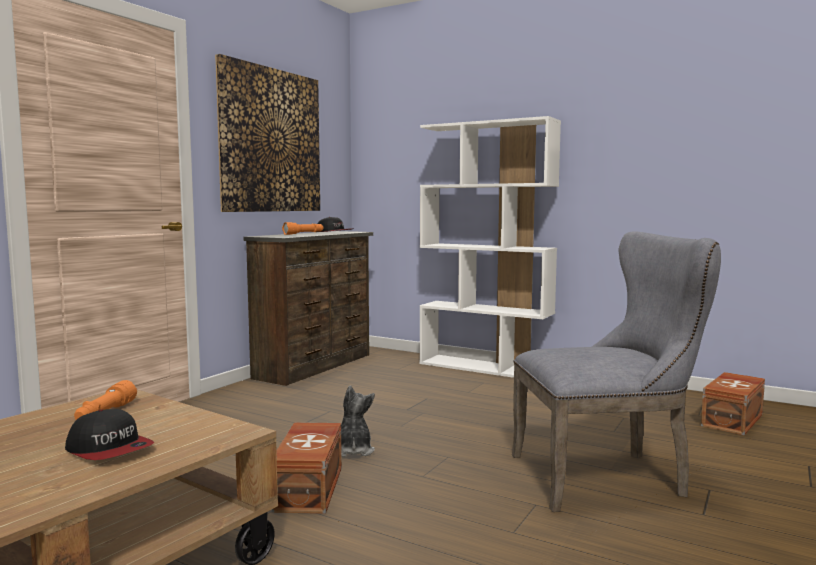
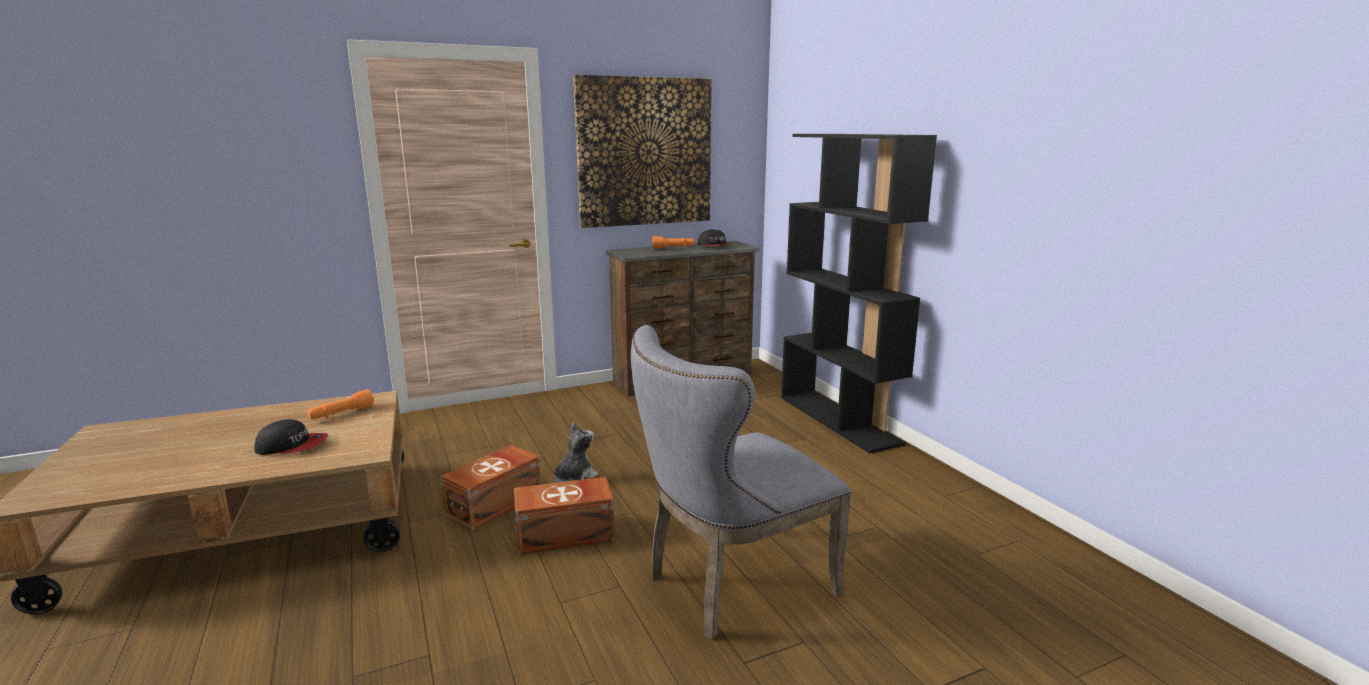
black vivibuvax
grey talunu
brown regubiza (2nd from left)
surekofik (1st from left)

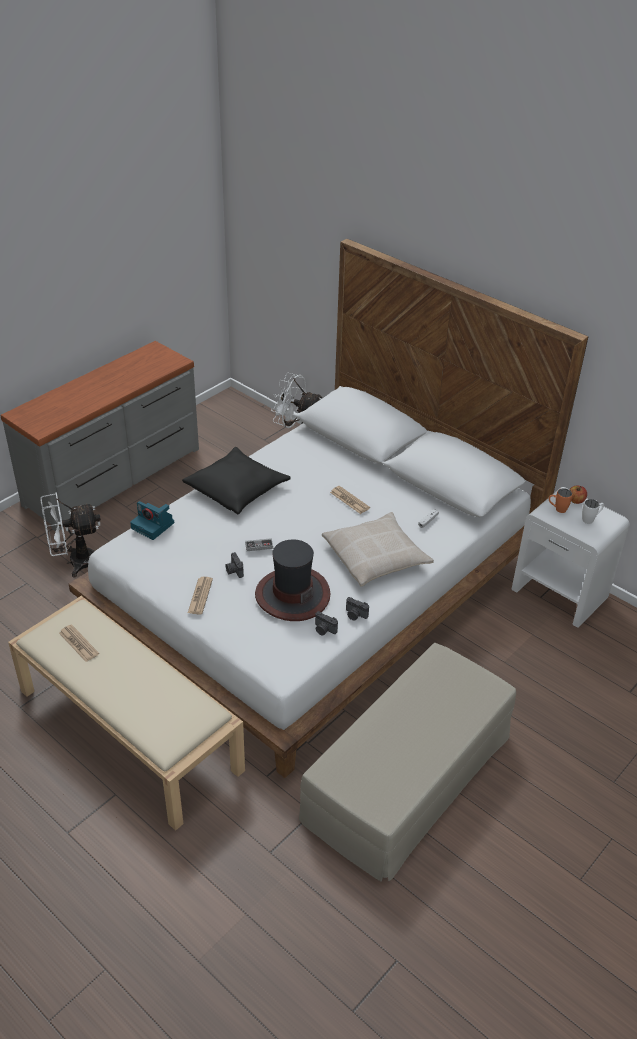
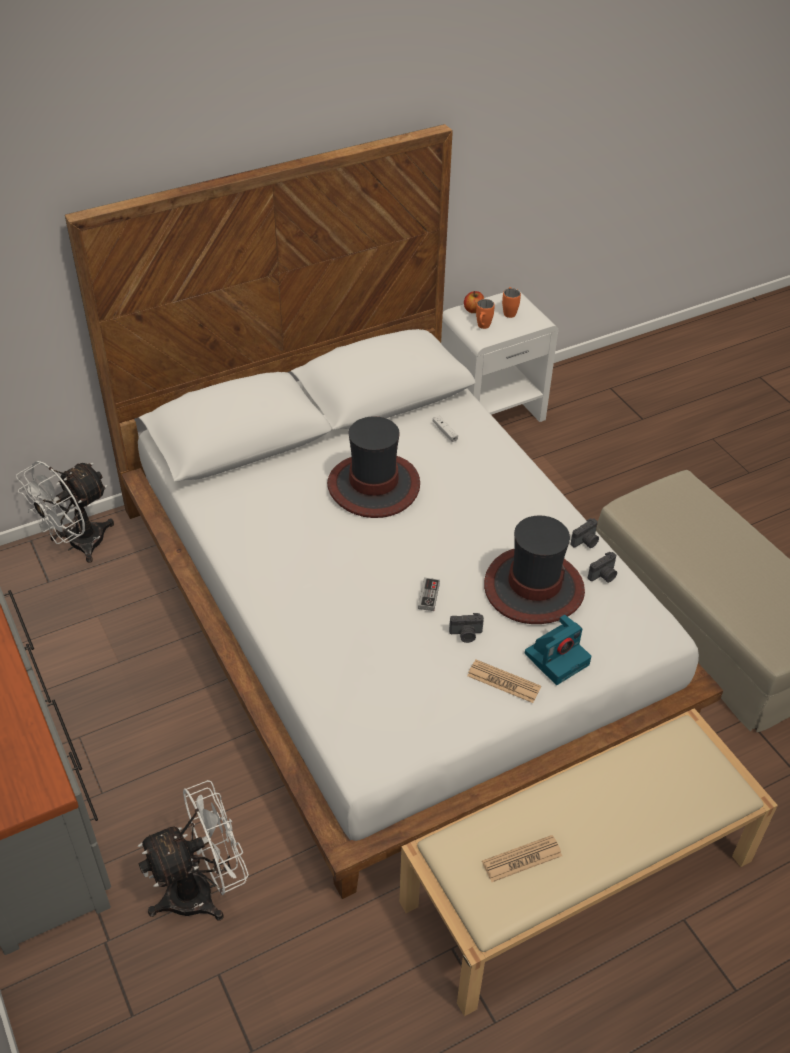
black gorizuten
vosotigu (1st from left)
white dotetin (2nd from left)
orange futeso (2nd from left)
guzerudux (2nd from left)
beige gorizuten

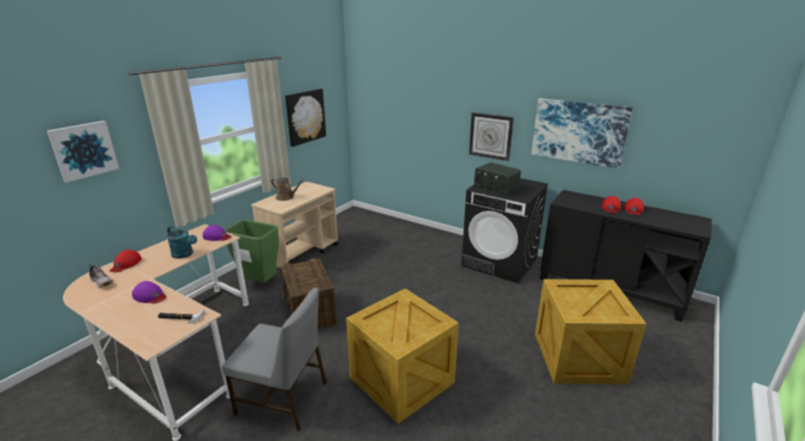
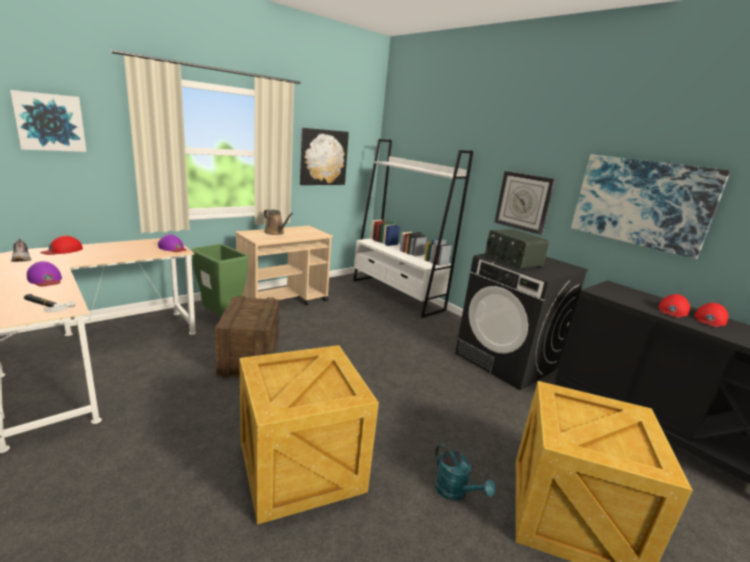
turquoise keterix
grey talunu
white vivibuvax

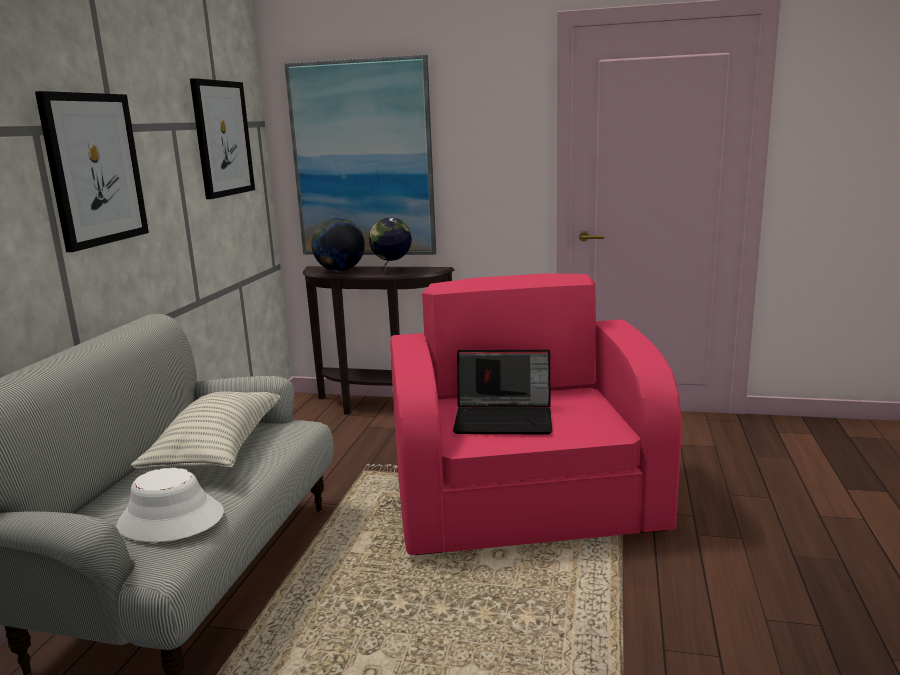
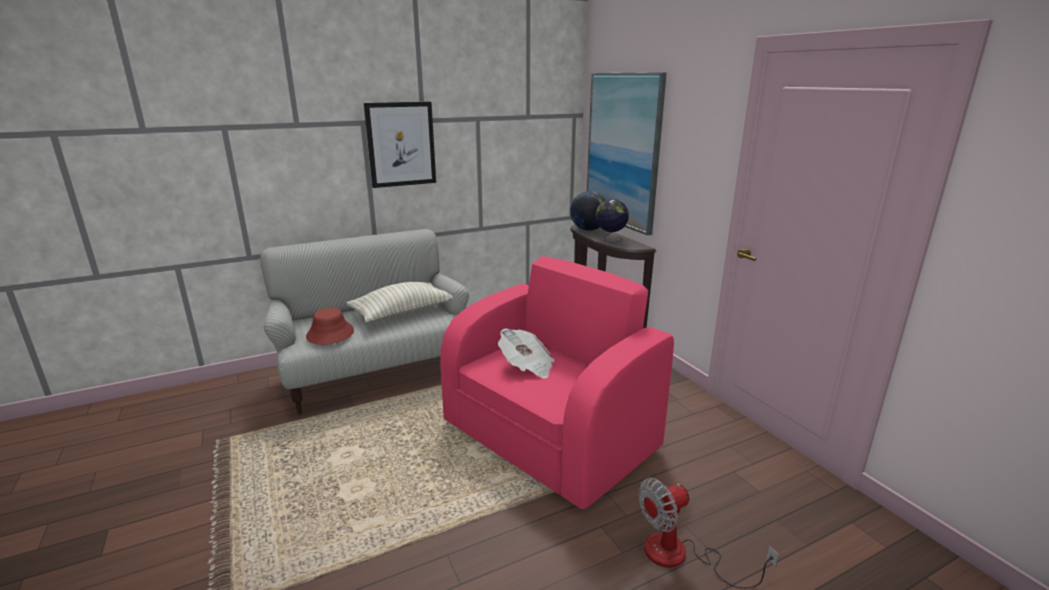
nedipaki (2nd from left in the first image)
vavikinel
red vosotigu
dotetin

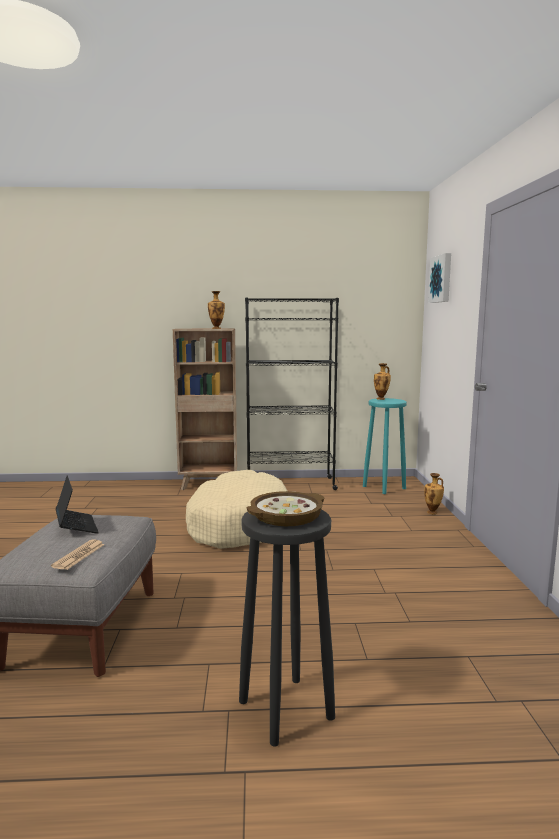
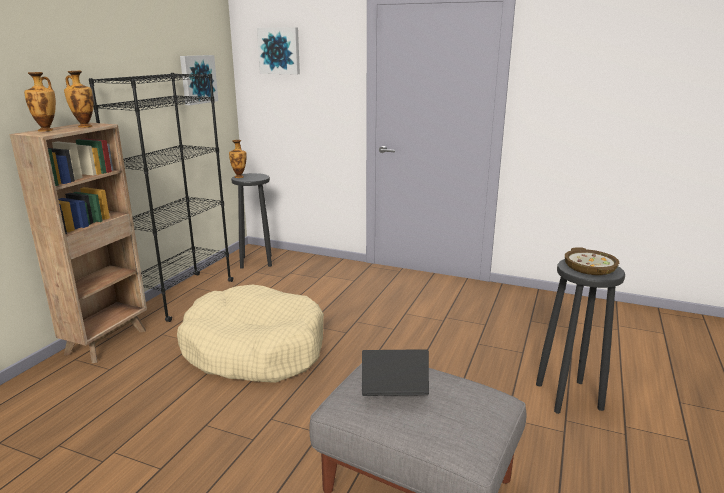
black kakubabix (1st from left)
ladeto (1st from left)
vavikinel
nedipaki (1st from left)

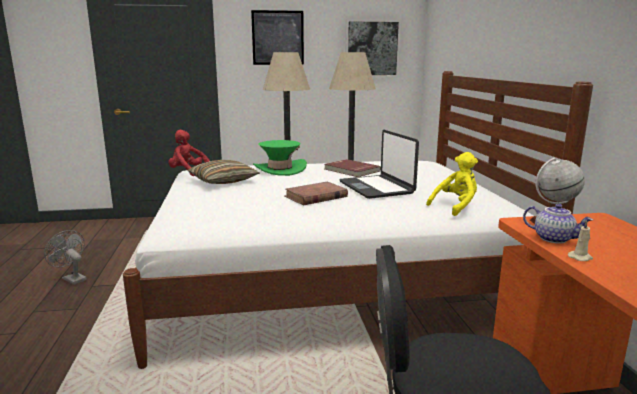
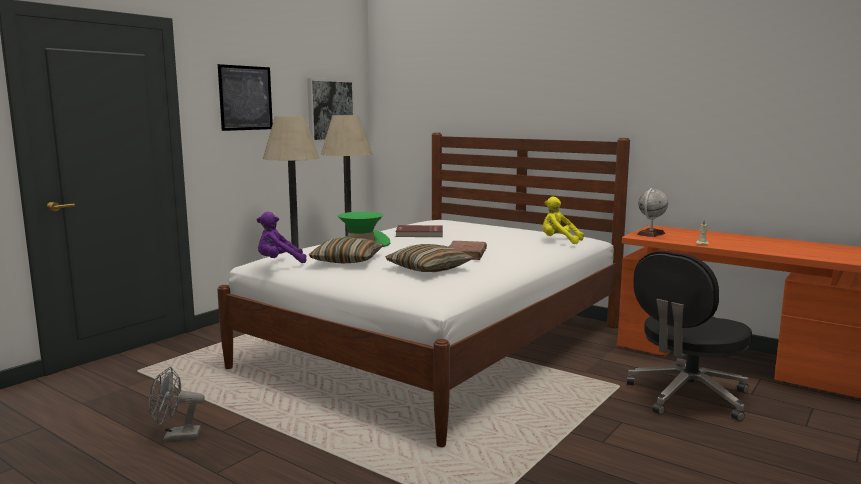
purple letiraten
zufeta
yellow letiraten
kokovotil
gorizuten (2nd from left)

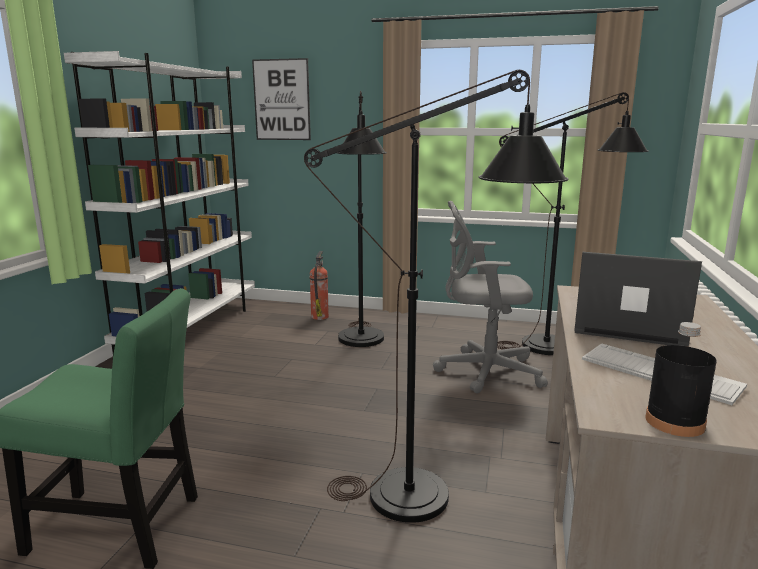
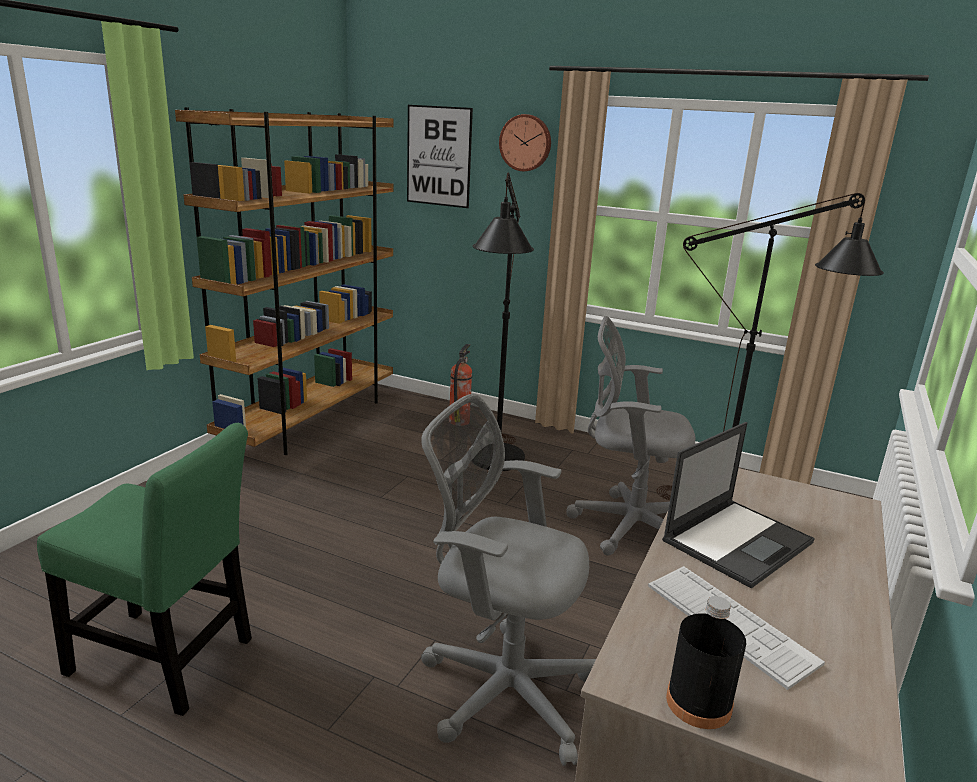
brown vivibuvax
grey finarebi (1st from left)
zufeta
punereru

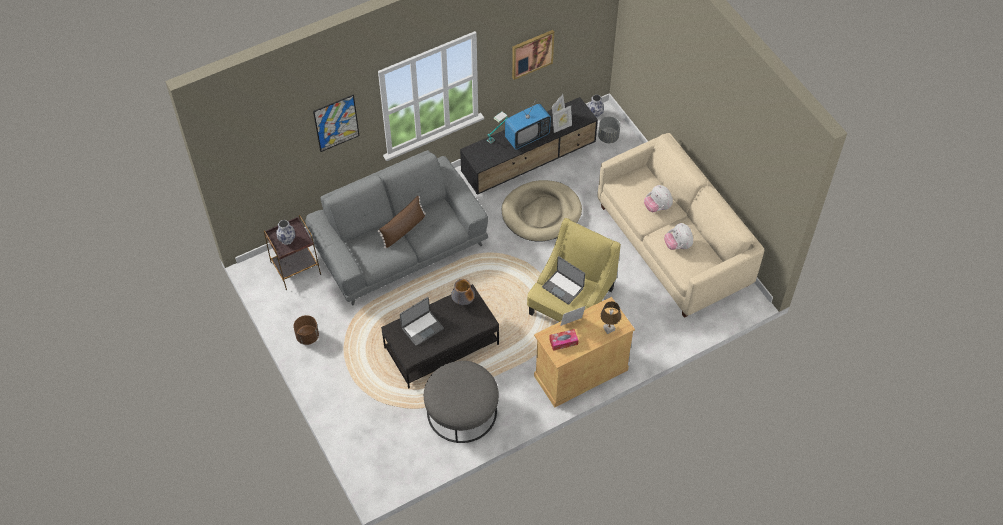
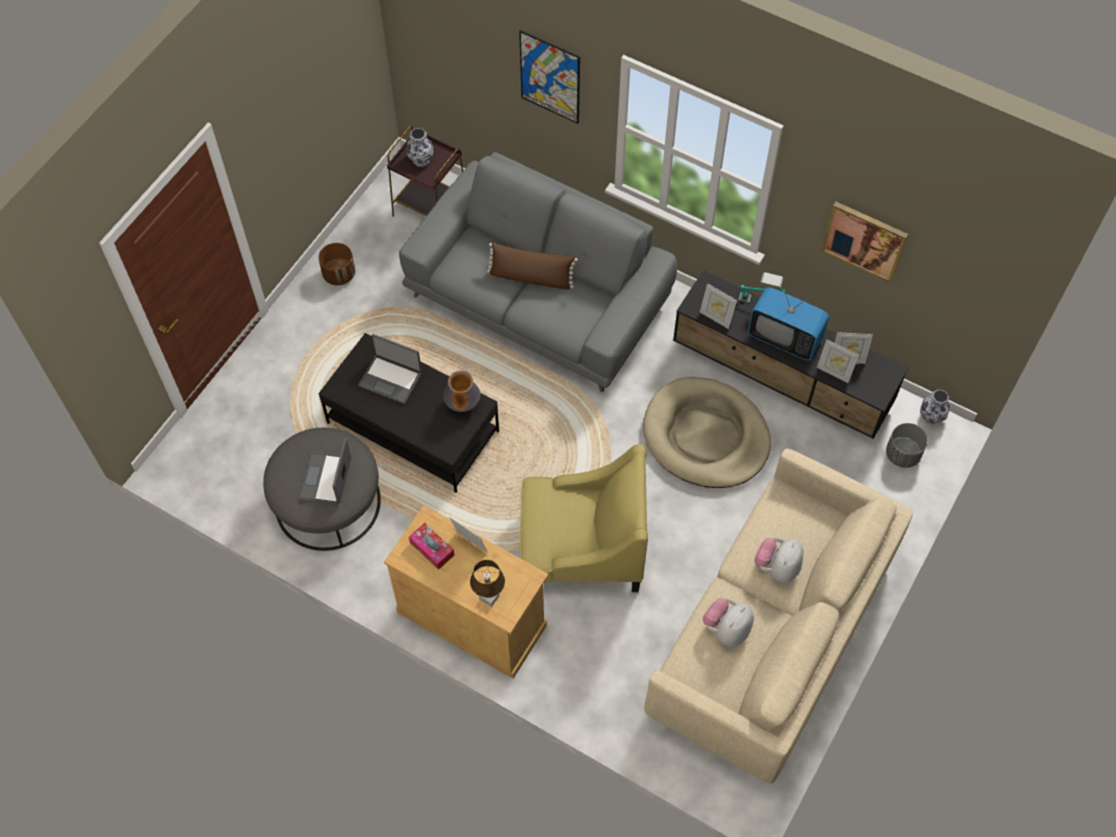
zufeta (1st from left)
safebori (2nd from left)

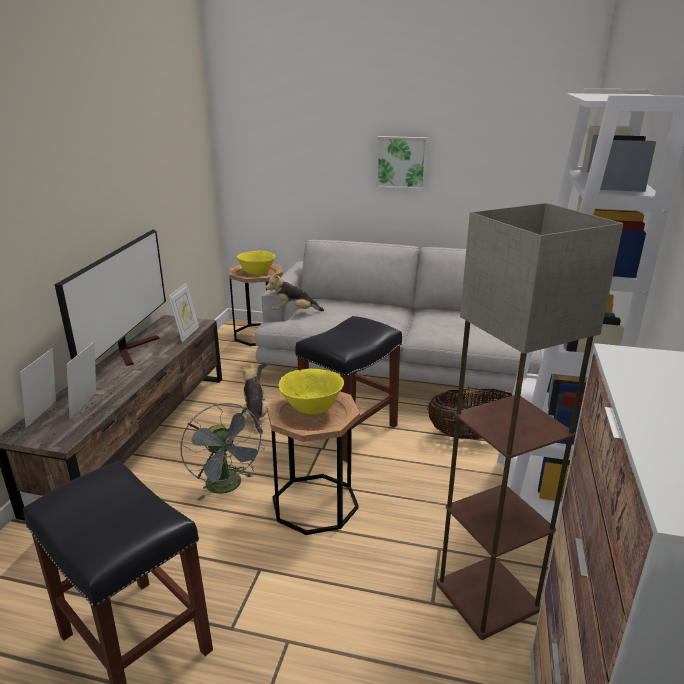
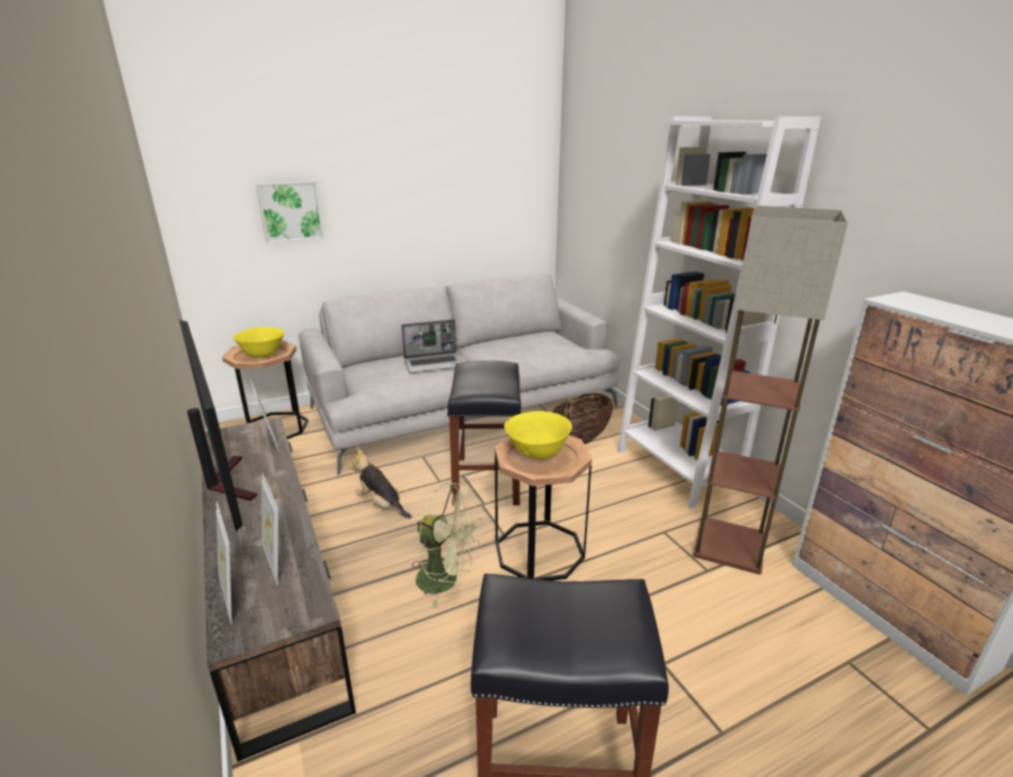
nedipaki
letiraten (2nd from left in the first image)
green dotetin
zufeta

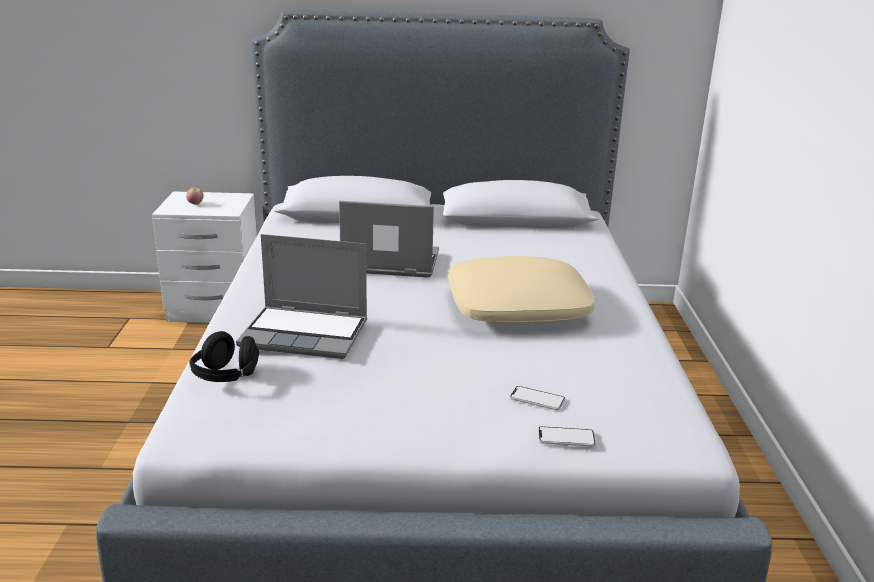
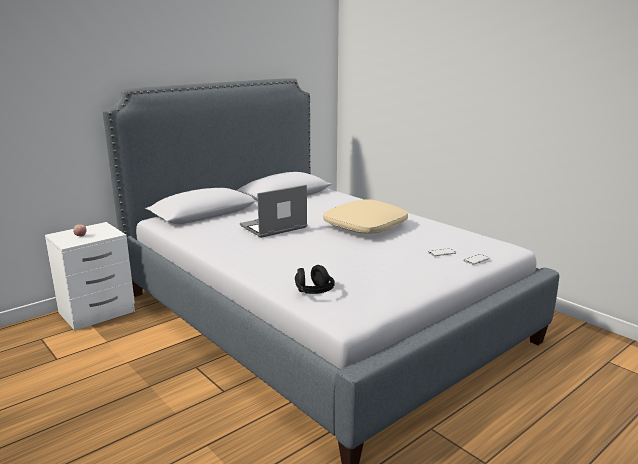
zufeta (1st from left in the first image)

